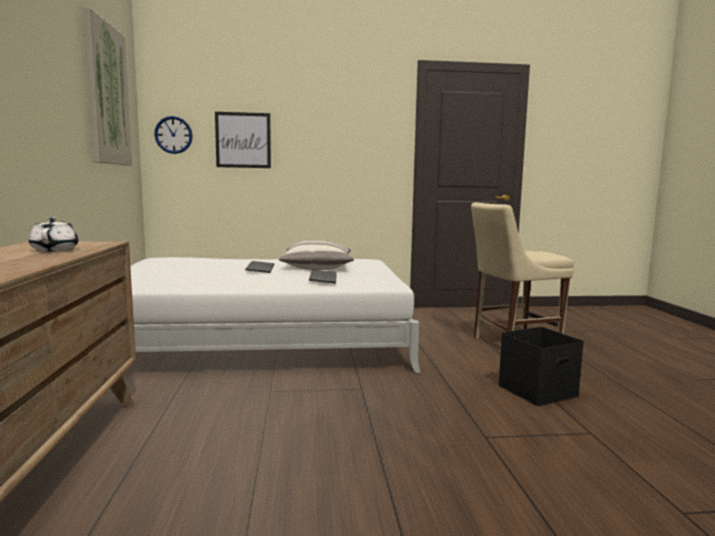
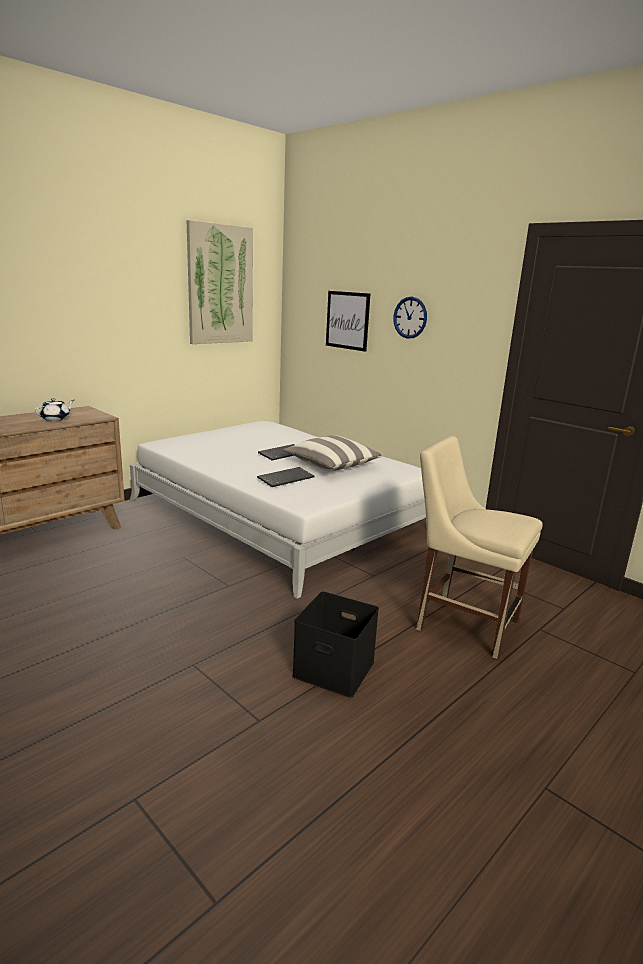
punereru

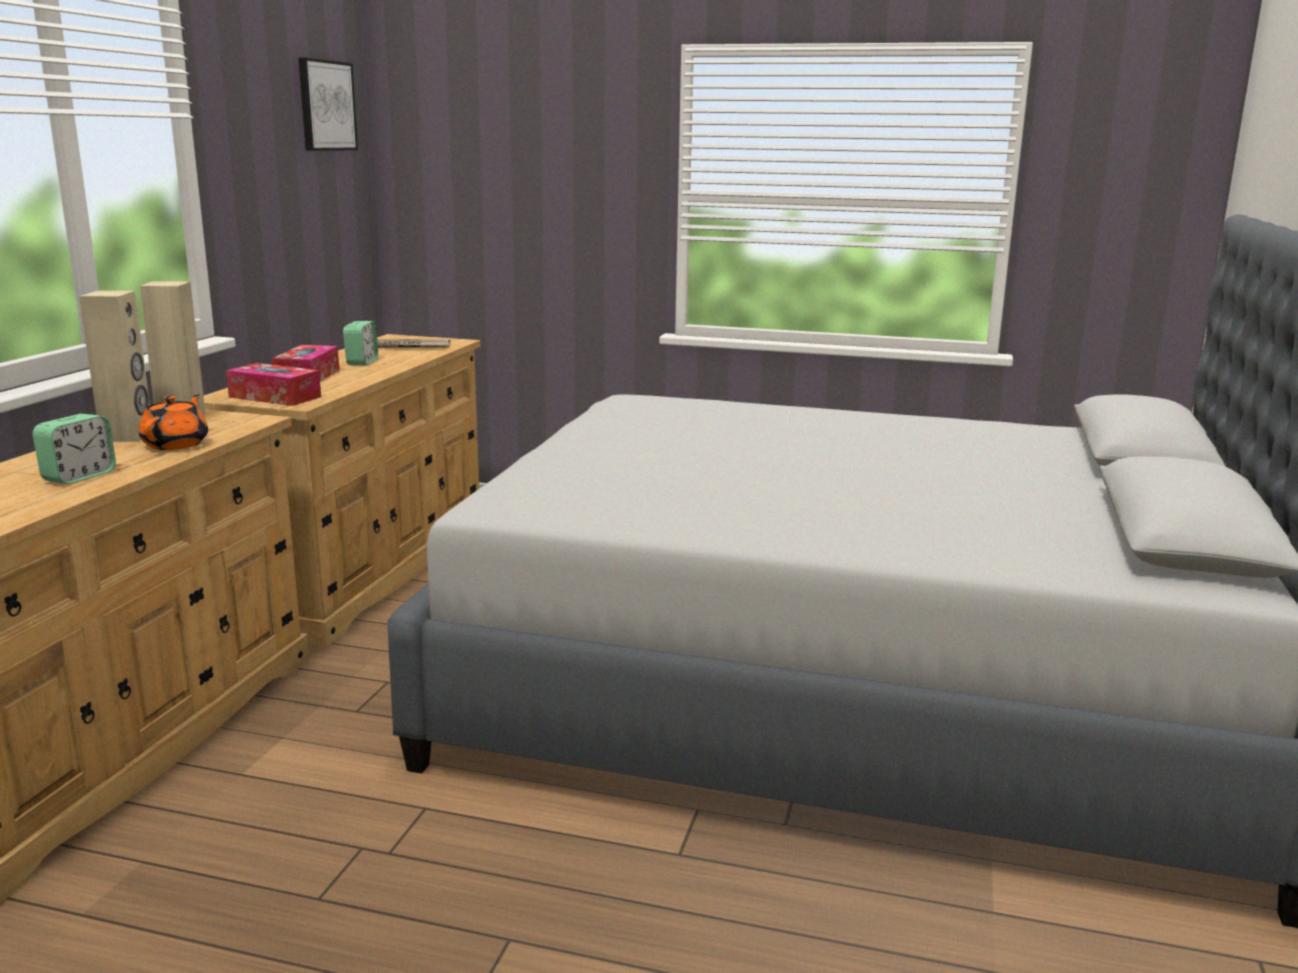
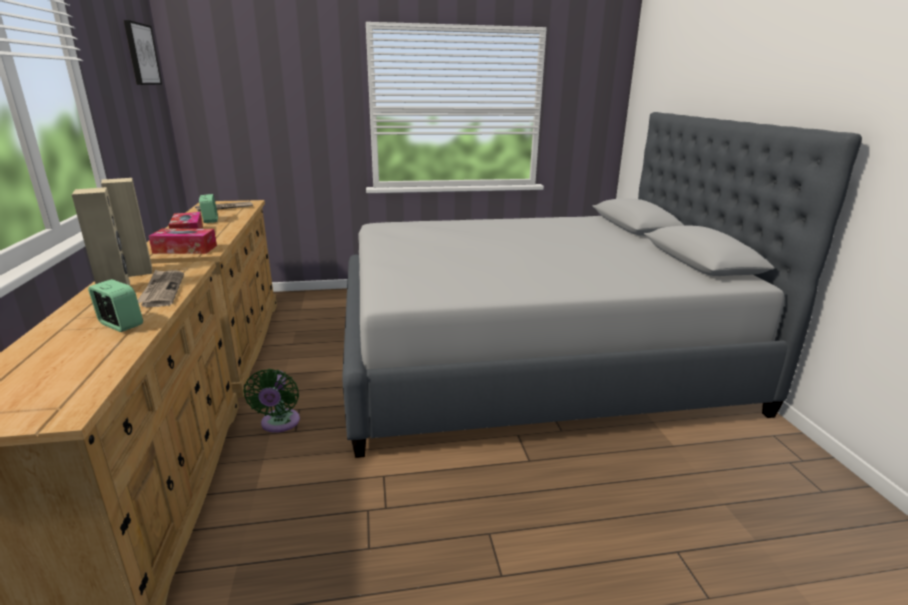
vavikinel (1st from left)
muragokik (1st from left)
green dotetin

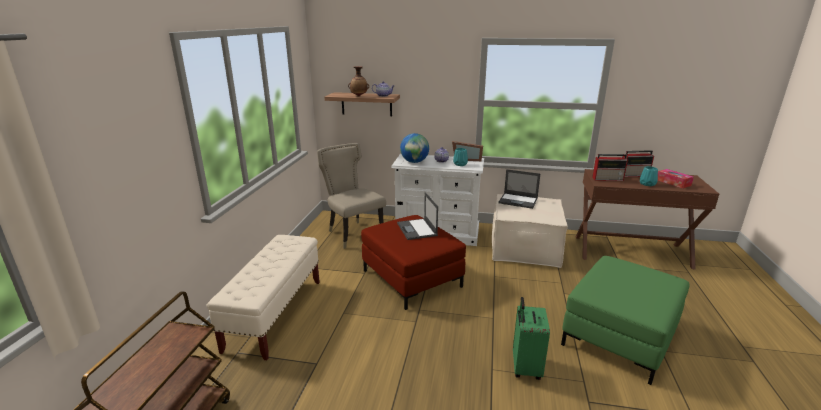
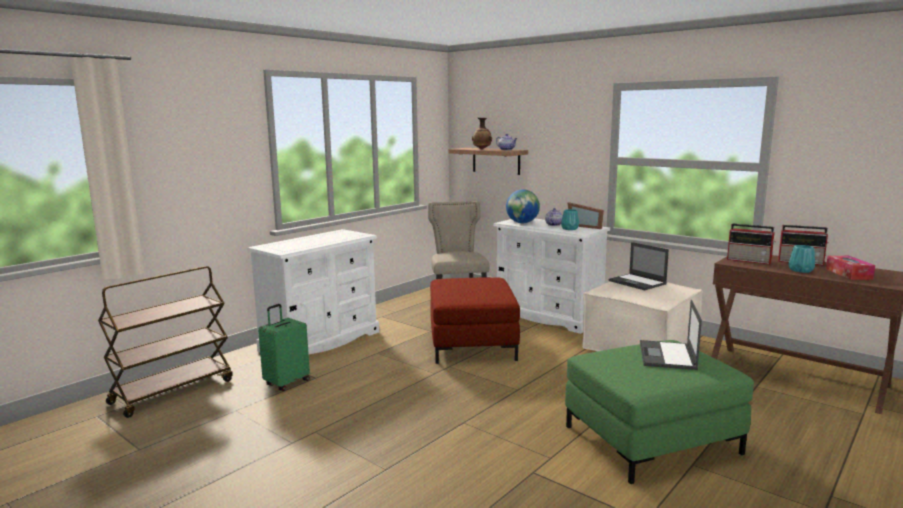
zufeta (2nd from left)
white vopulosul (1st from left)
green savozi

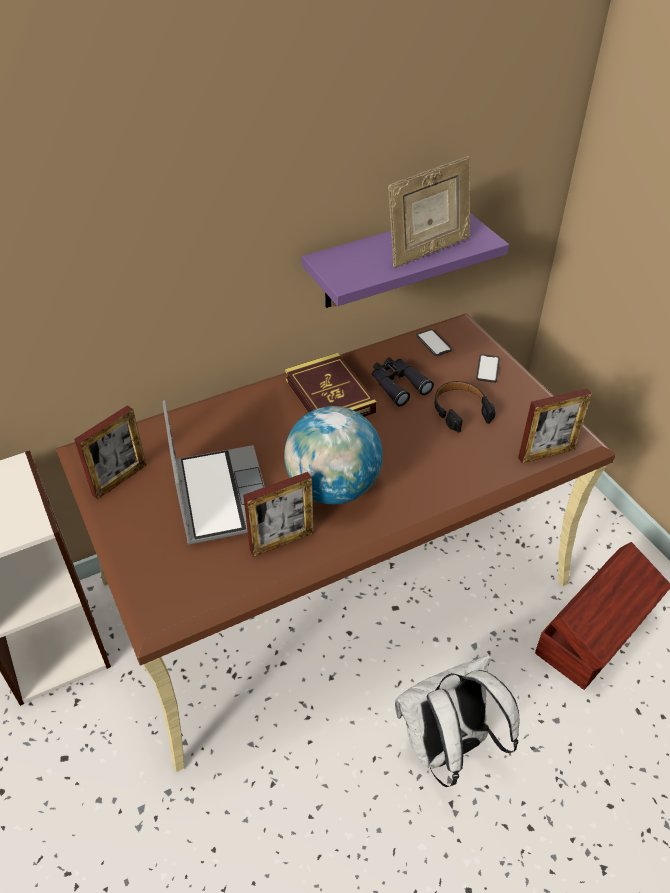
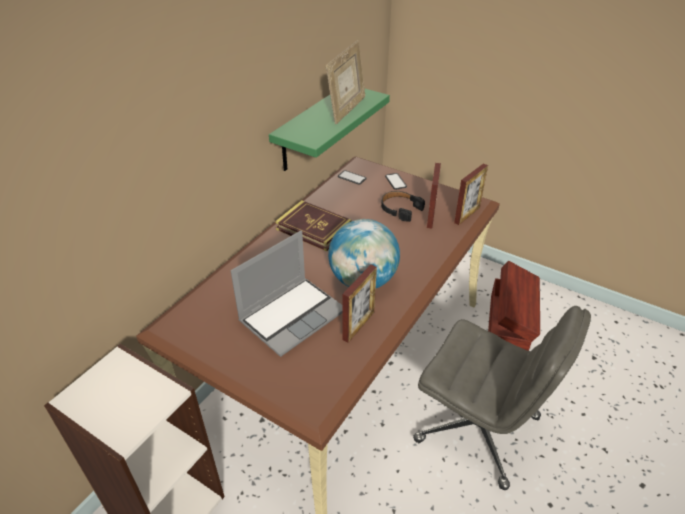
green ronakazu
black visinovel
zufeta
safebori (3rd from left)
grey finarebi

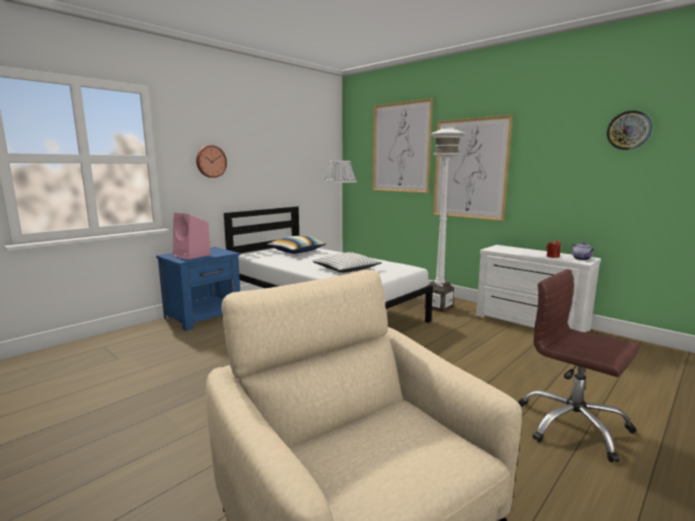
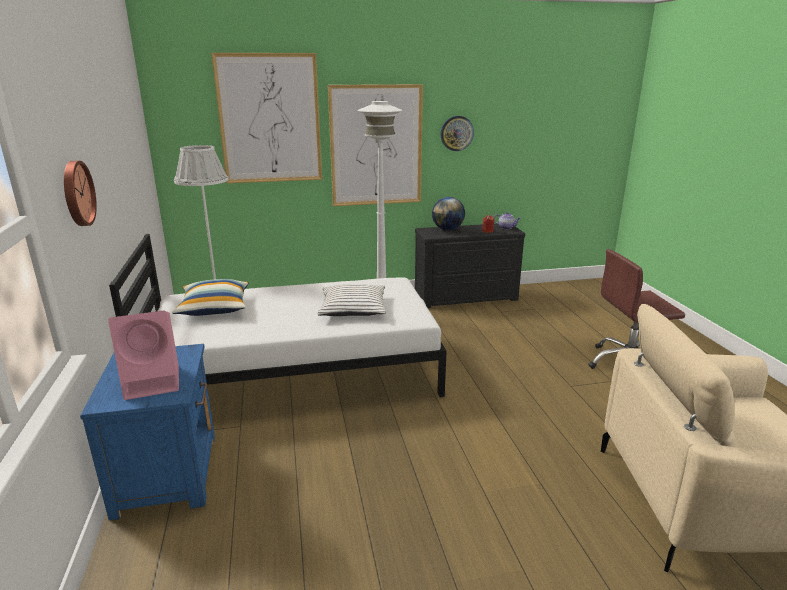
punereru (2nd from left)
black vopulosul
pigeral

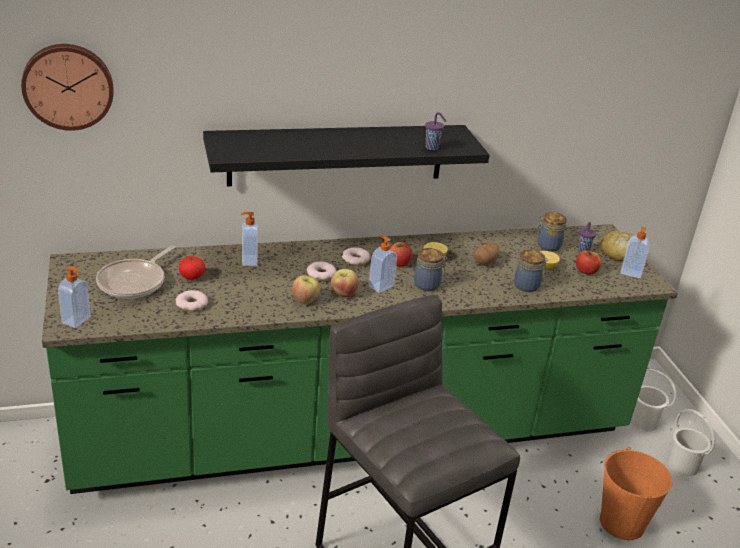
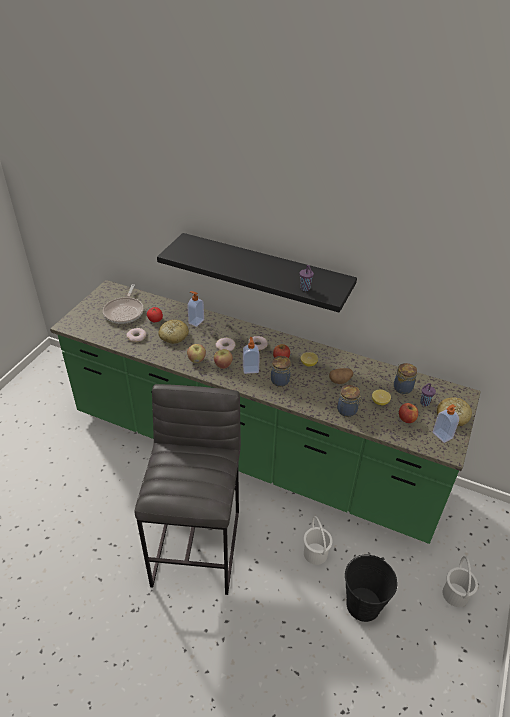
punereru
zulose
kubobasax (1st from left in the first image)
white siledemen (1st from left)
black siledemen
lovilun (1st from left)

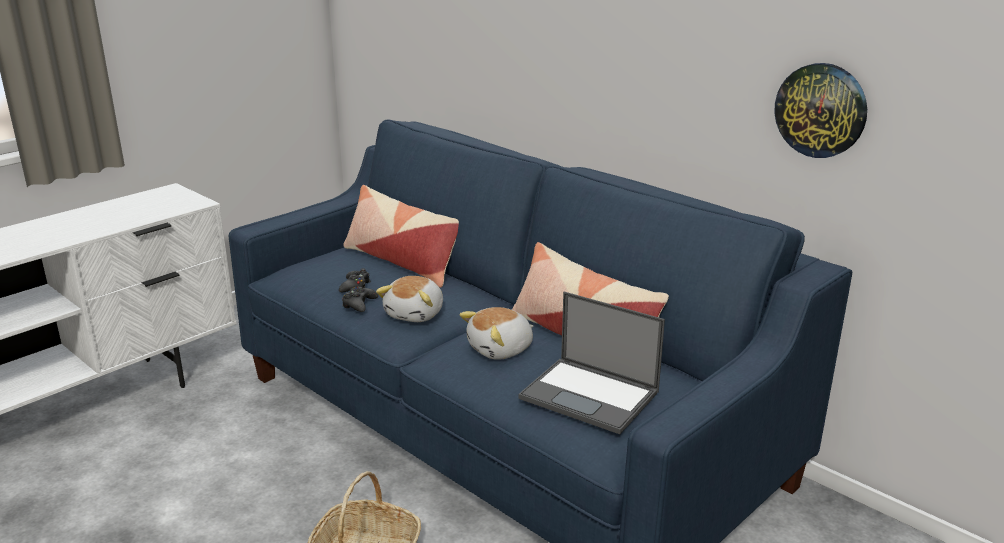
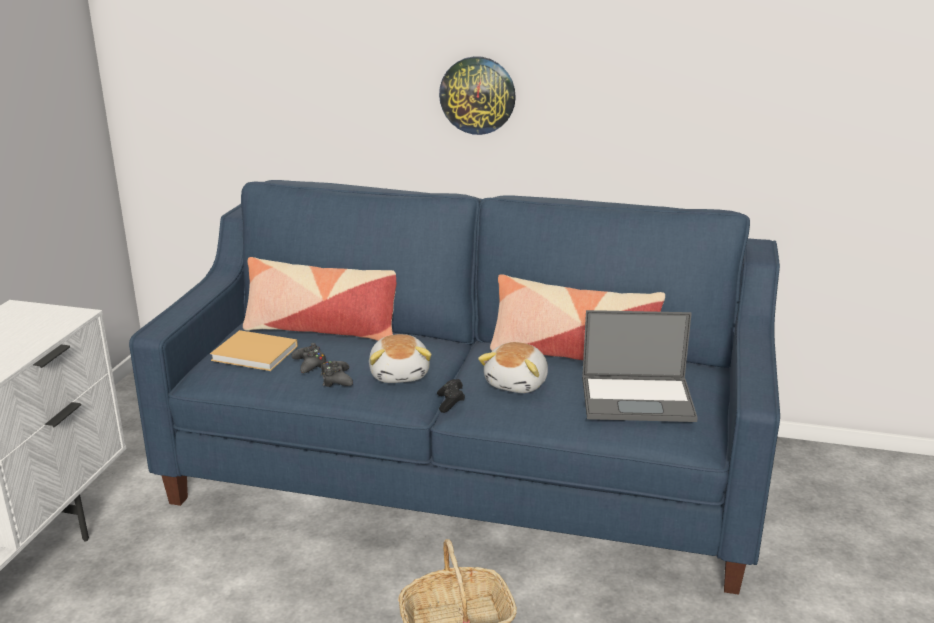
punereru
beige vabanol
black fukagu (3rd from left)

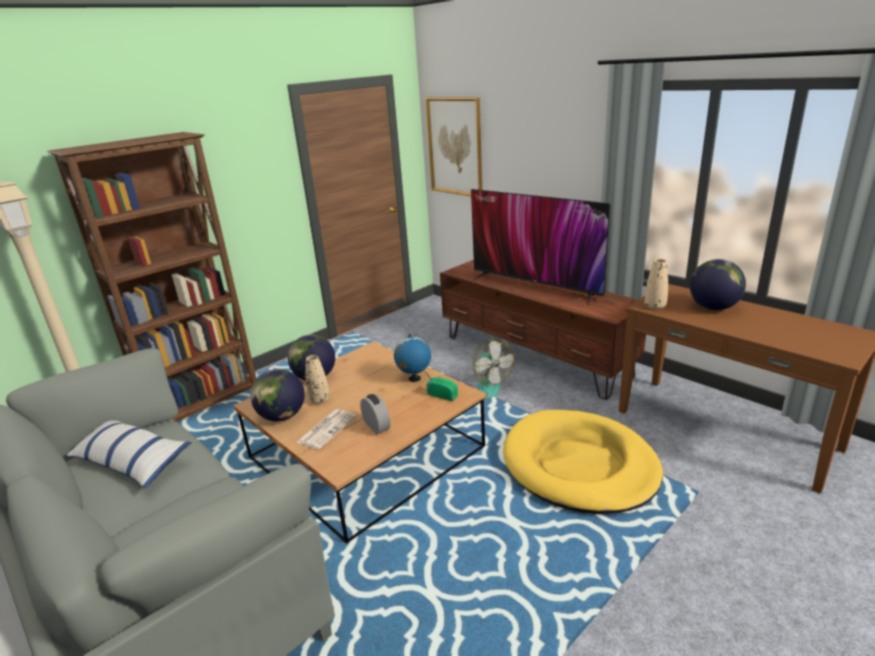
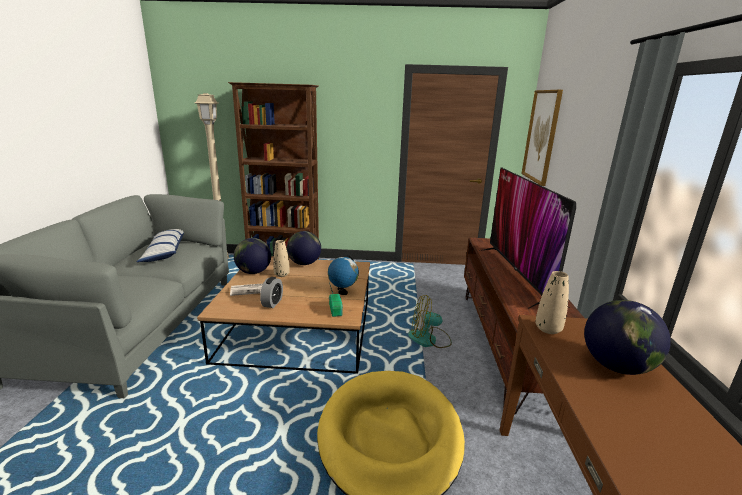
dotetin

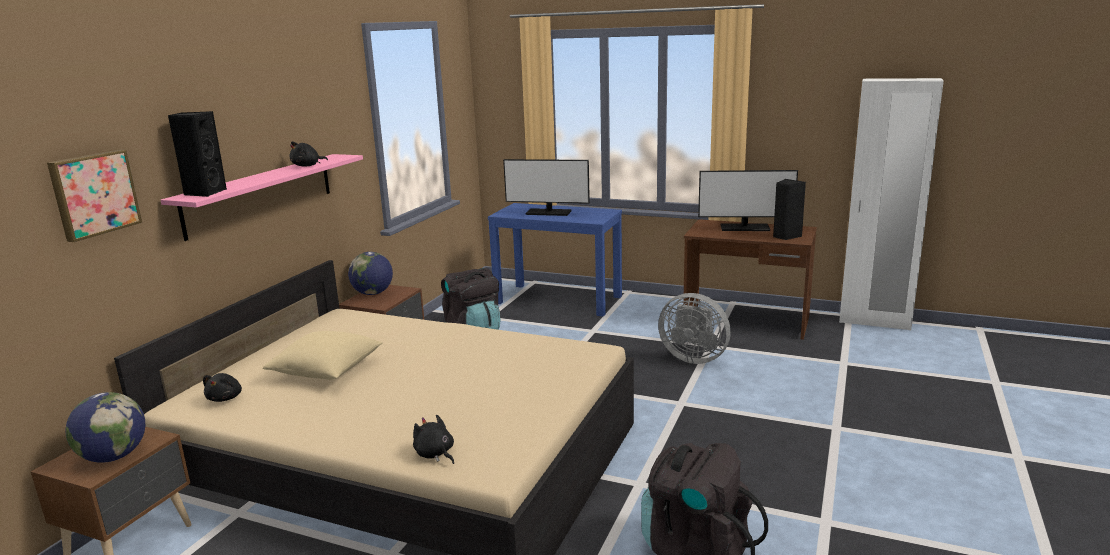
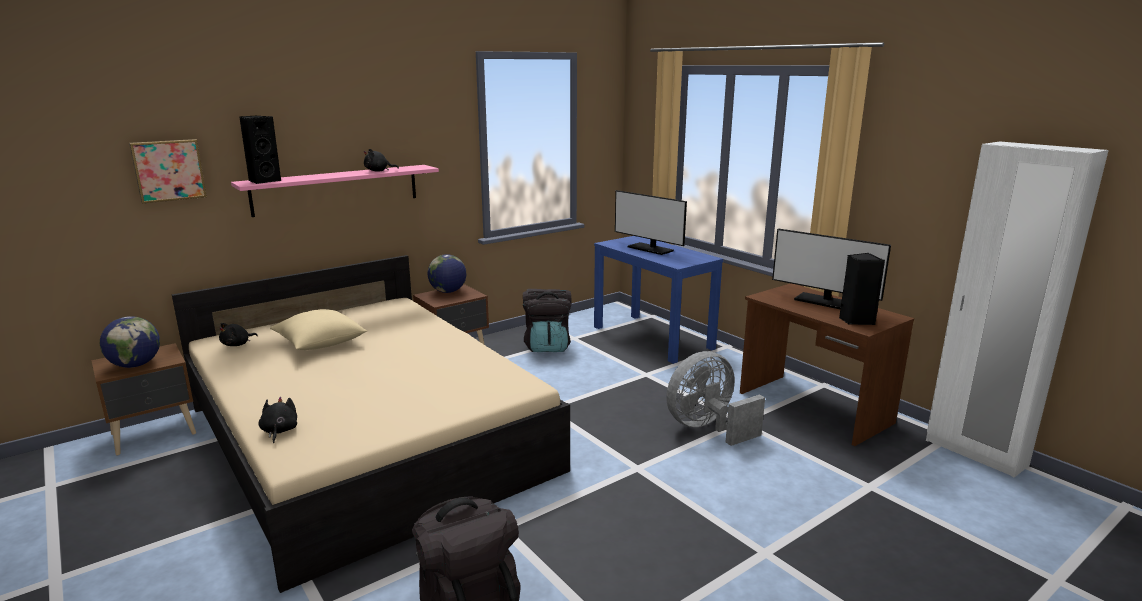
grey dotetin

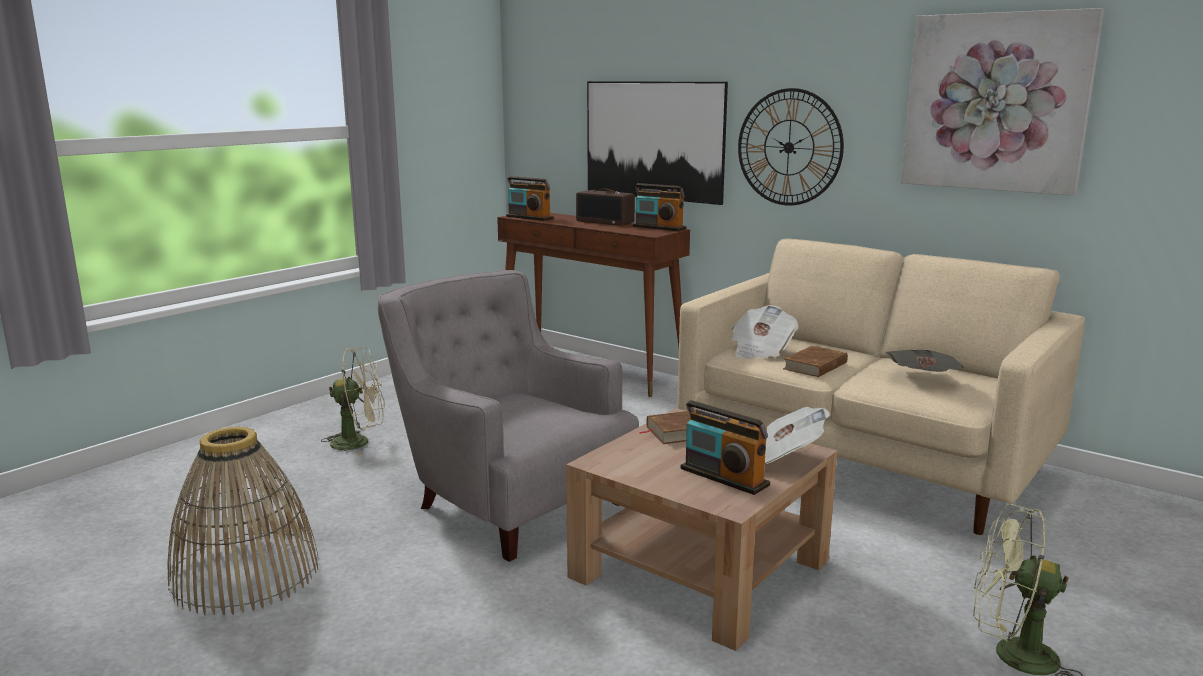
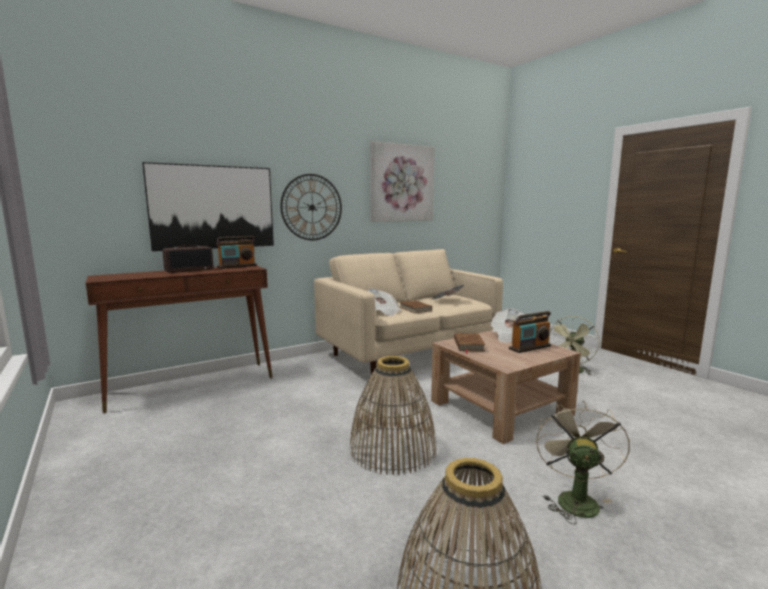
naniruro (1st from left in the first image)
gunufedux (1st from left)
beige dotetin

